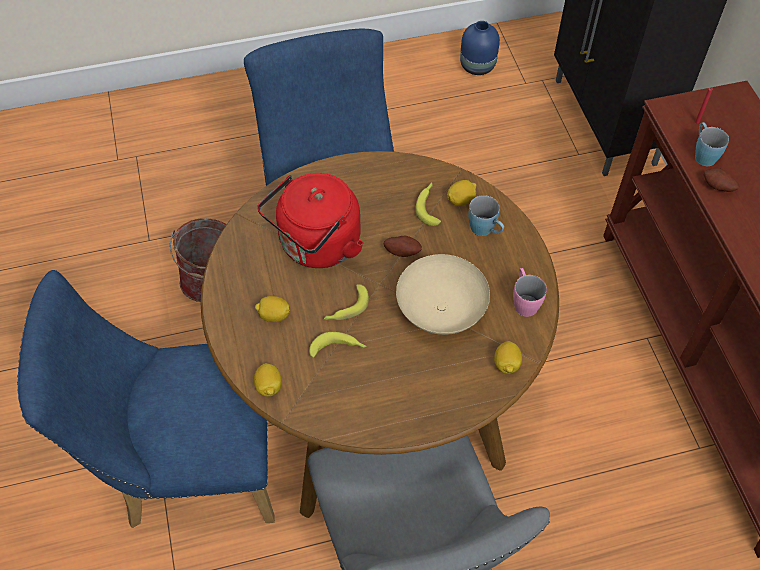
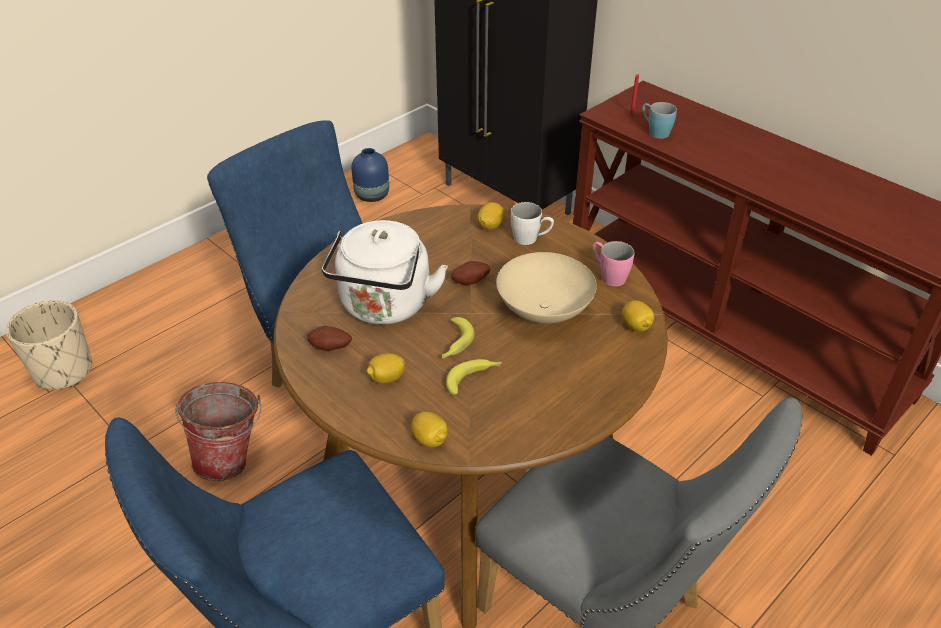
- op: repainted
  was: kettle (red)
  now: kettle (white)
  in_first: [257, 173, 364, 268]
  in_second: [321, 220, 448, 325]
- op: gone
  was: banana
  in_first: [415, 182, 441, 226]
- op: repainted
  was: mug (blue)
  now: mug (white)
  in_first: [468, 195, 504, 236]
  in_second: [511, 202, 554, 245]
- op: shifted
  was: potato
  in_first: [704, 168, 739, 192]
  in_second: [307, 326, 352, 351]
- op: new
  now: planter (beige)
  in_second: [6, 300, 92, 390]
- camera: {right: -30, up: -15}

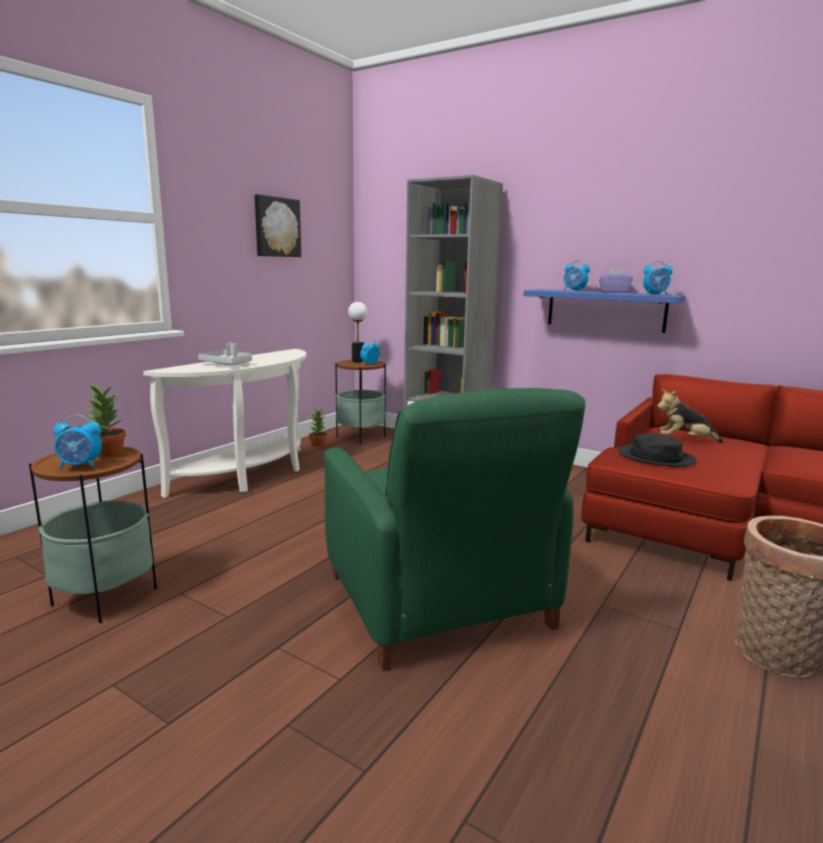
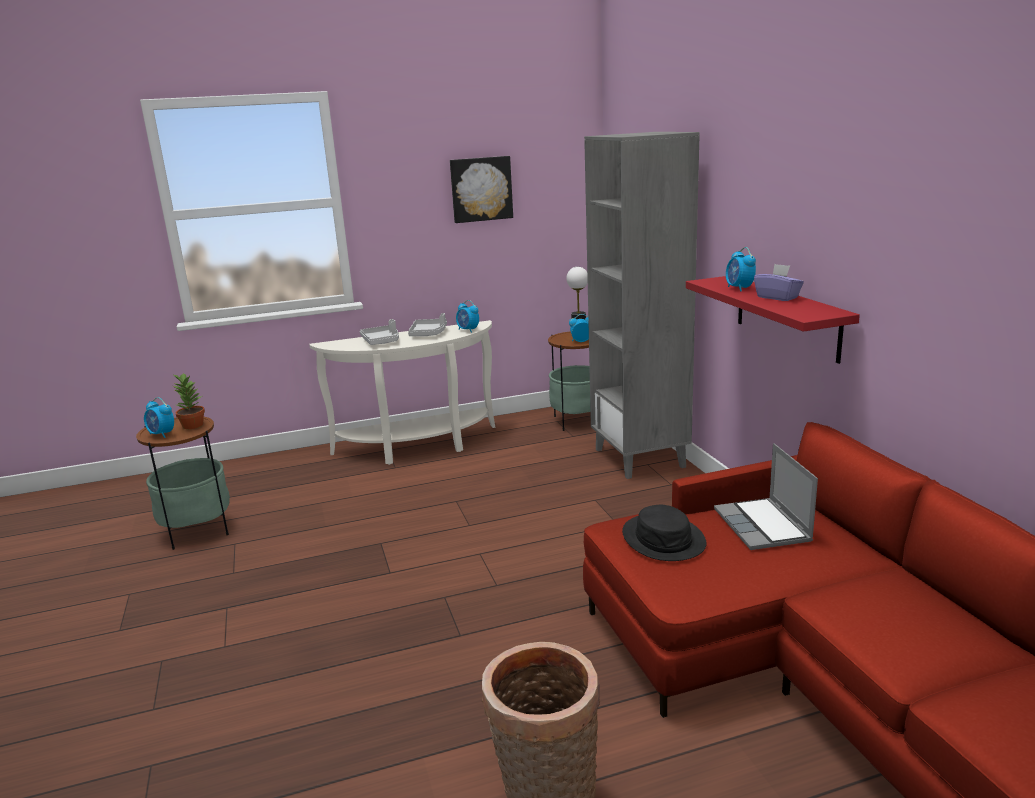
- op: gone
  was: potted plant
  in_first: [309, 407, 327, 447]
- op: gone
  was: armchair (green)
  in_first: [324, 388, 586, 671]
- op: repainted
  was: shelf (blue)
  now: shelf (red)
  in_first: [523, 289, 686, 333]
  in_second: [686, 276, 860, 364]
- op: shifted
  was: alarm clock
  in_first: [643, 261, 673, 295]
  in_second: [456, 300, 479, 333]
- op: swapped
  was: plush toy
  now: laptop
  in_first: [657, 389, 724, 443]
  in_second: [714, 443, 818, 550]
- op: new
  now: tray (grey)
  in_second: [408, 313, 447, 336]
- camera: {right: 40, up: 5}

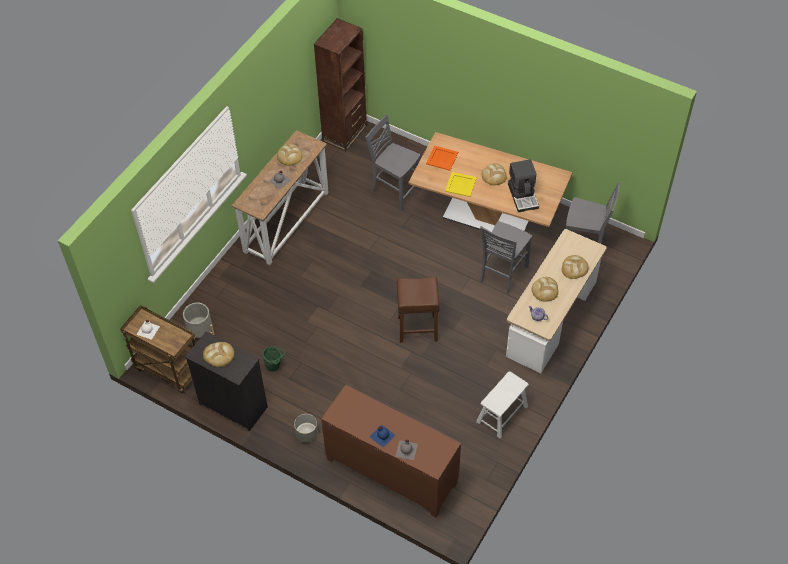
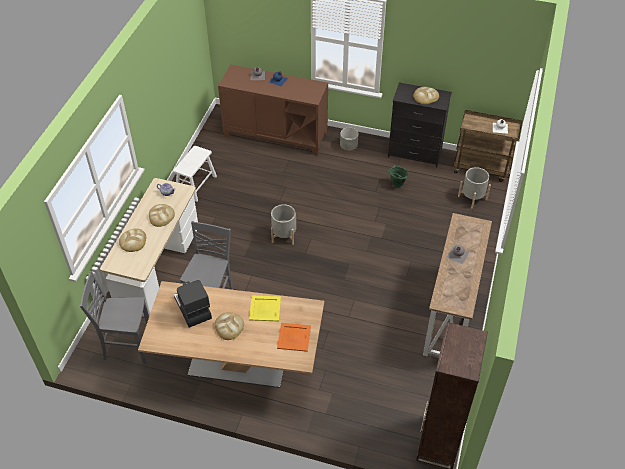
- op: gone
  was: bread
  in_first: [277, 143, 302, 165]
- op: gone
  was: chair (grey)
  in_first: [365, 114, 420, 210]
- op: swapped
  was: stool (brown)
  now: planter (grey)
  in_first: [397, 277, 439, 343]
  in_second: [271, 204, 296, 245]
- camera: {right: 165, up: -5}

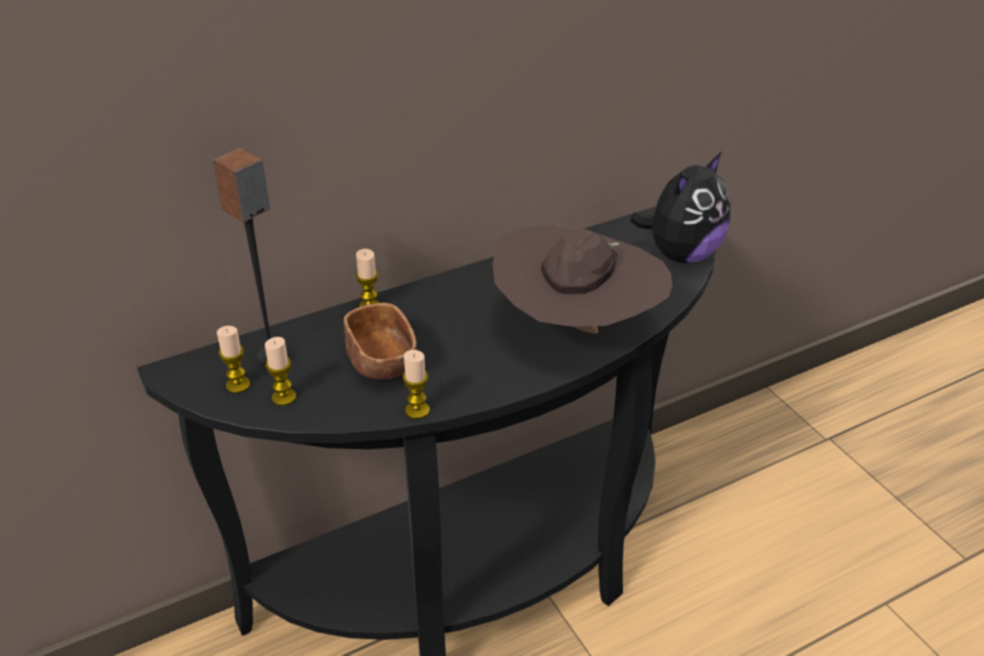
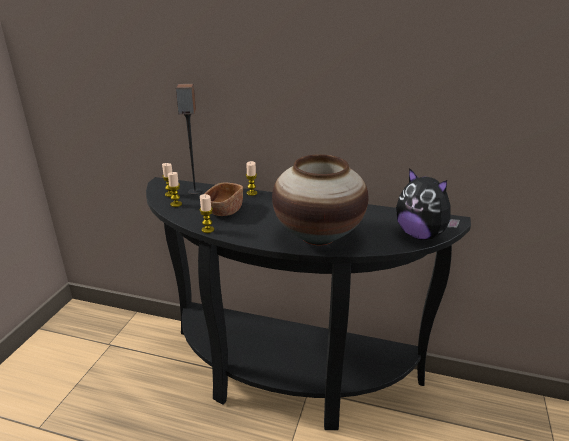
- op: swapped
  was: hat (brown)
  now: vase
  in_first: [493, 225, 672, 334]
  in_second: [272, 154, 368, 245]
- op: rotated
  was: plush toy
  in_first: [630, 152, 730, 263]
  in_second: [396, 168, 460, 240]
  clockwise: 45
- camera: {right: 45, up: -10}

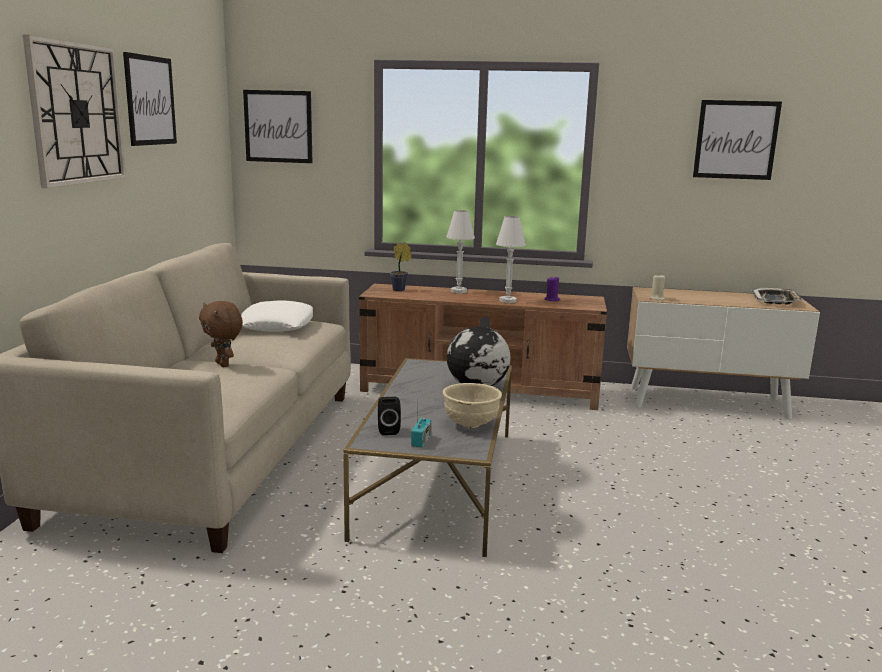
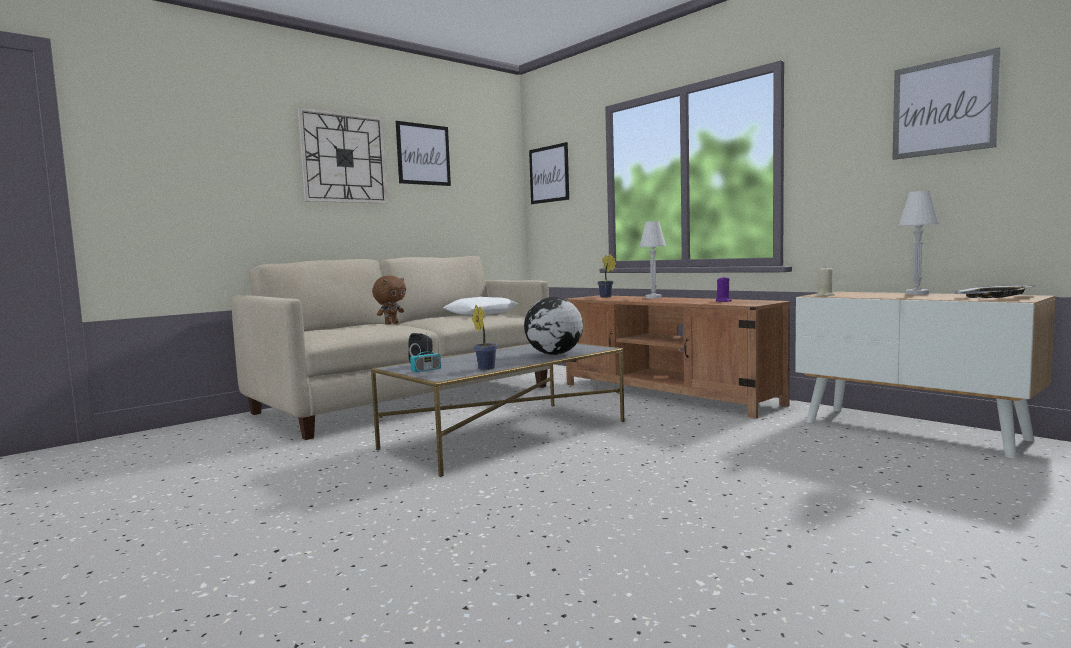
- op: rotated
  was: plush toy (brown)
  in_first: [199, 301, 243, 367]
  in_second: [372, 276, 406, 325]
  clockwise: -150
- op: swapped
  was: bowl (beige)
  now: potted plant
  in_first: [443, 383, 502, 428]
  in_second: [472, 305, 497, 370]
- op: shifted
  was: table lamp (white)
  in_first: [496, 216, 526, 303]
  in_second: [898, 191, 940, 295]
- camera: {right: 40, up: -10}

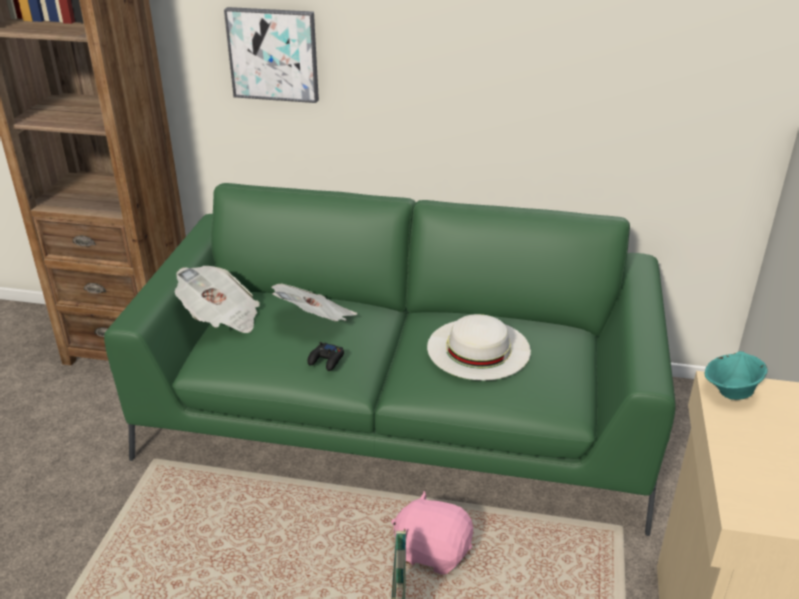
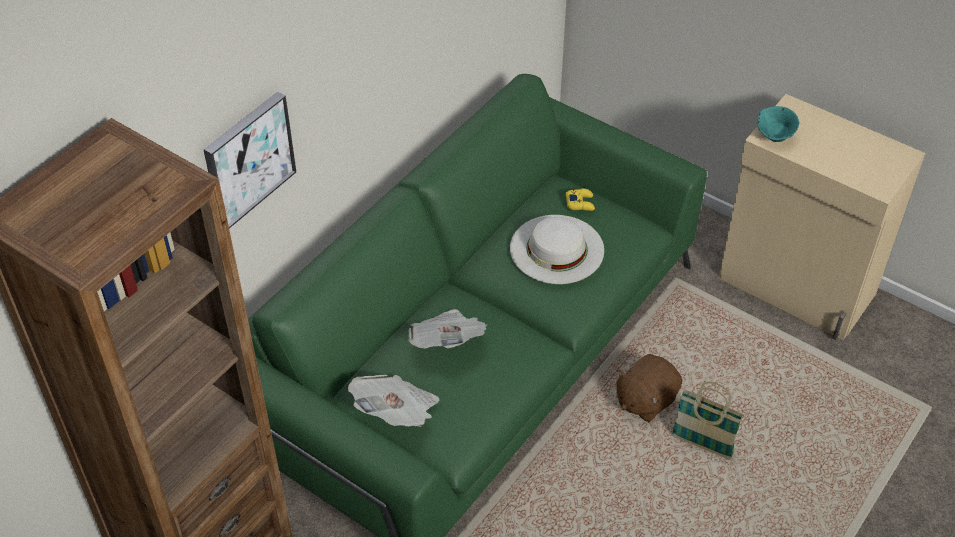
- op: gone
  was: game controller (black)
  in_first: [307, 342, 344, 371]
- op: repainted
  was: plush toy (pink)
  now: plush toy (brown)
  in_first: [391, 491, 473, 575]
  in_second: [616, 354, 682, 422]
- op: new
  now: game controller (yellow)
  in_second: [566, 189, 595, 211]
- camera: {right: -65, up: 15}

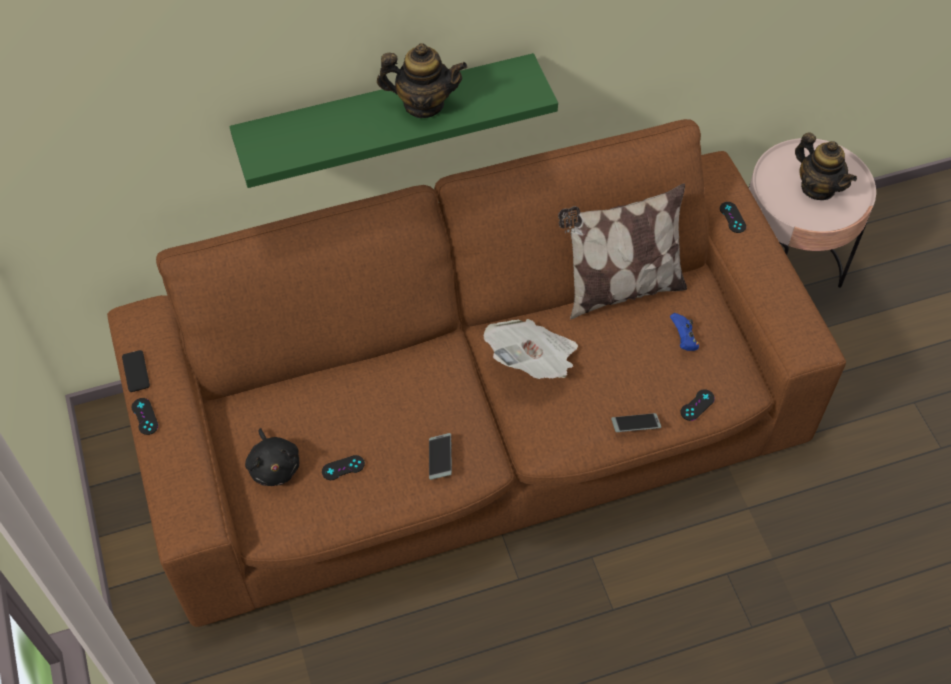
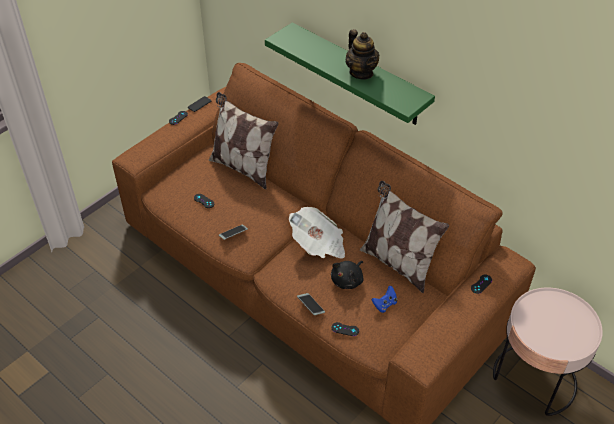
- op: shifted
  was: plush toy (black)
  in_first: [245, 428, 299, 486]
  in_second: [331, 261, 364, 289]
- op: gone
  was: teapot
  in_first: [795, 132, 857, 200]
- op: new
  now: pillow
  in_second: [209, 92, 278, 190]
- camera: {right: 60, up: -10}

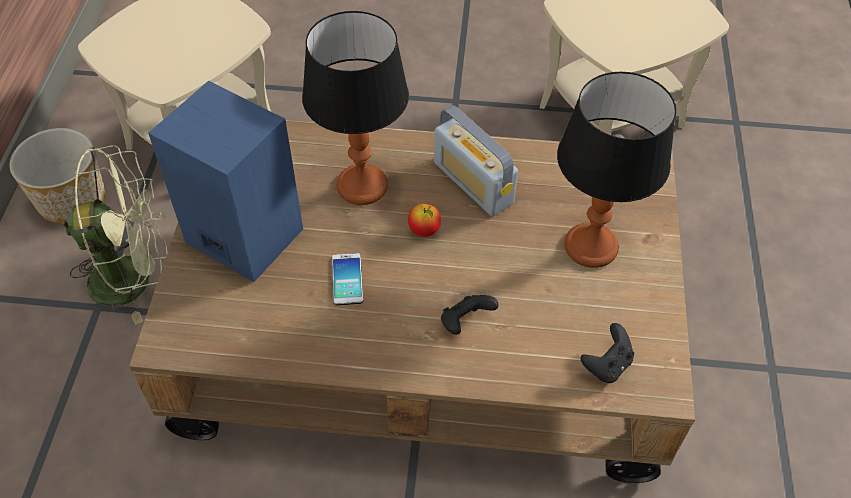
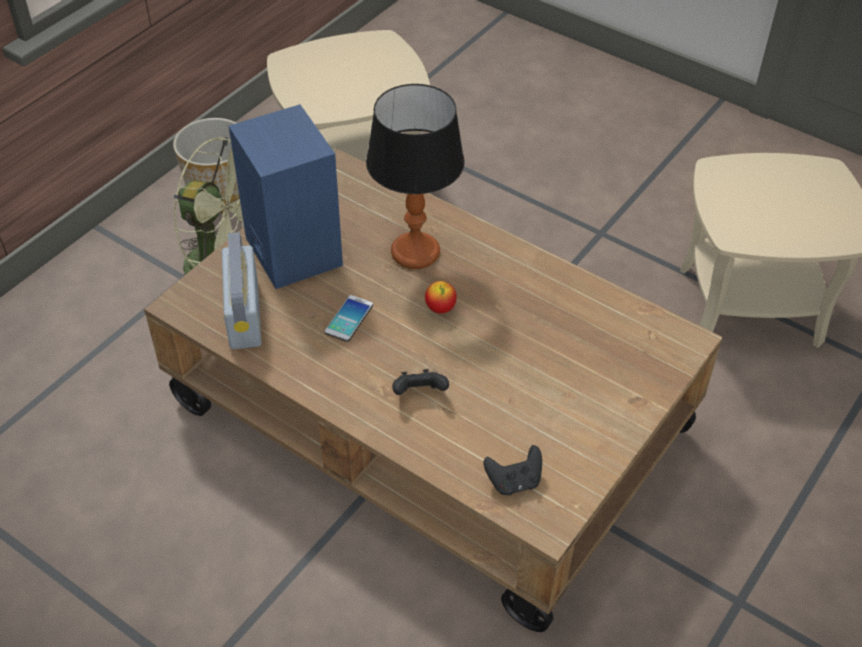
- op: shifted
  was: radio
  in_first: [434, 105, 518, 216]
  in_second: [222, 232, 262, 349]
- op: gone
  was: table lamp
  in_first: [557, 72, 676, 268]
- camera: {right: 30, up: -5}

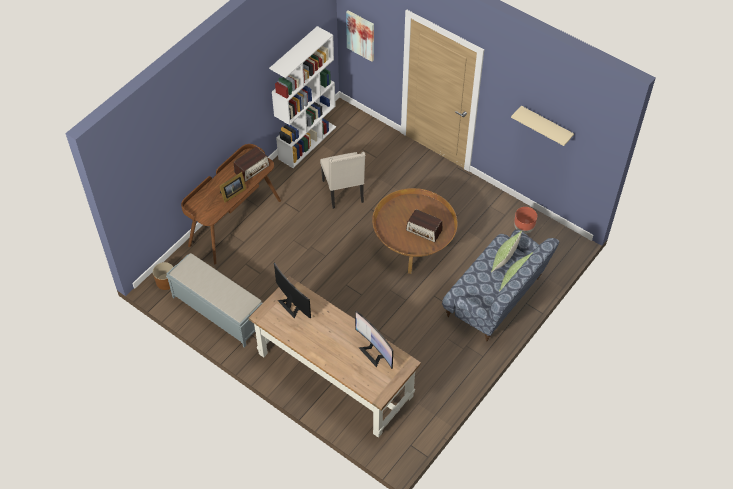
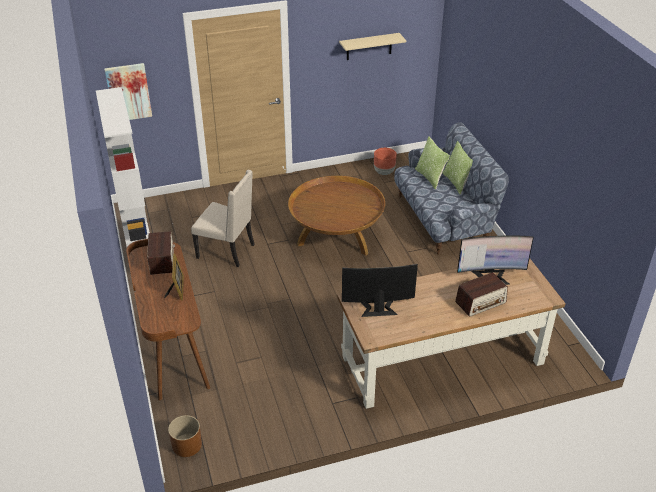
- op: gone
  was: bench (grey)
  in_first: [166, 253, 263, 347]
- op: shifted
  was: radio
  in_first: [406, 209, 443, 242]
  in_second: [455, 272, 508, 317]
- camera: {right: -55, up: -15}

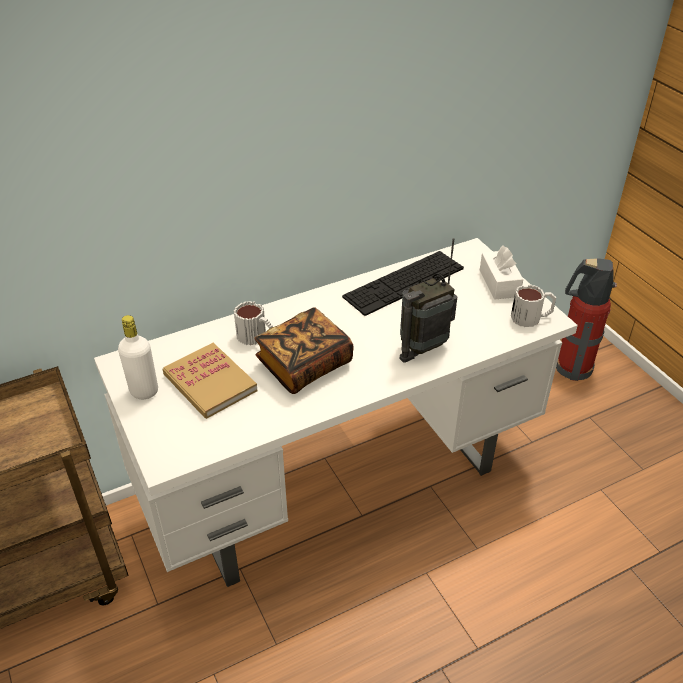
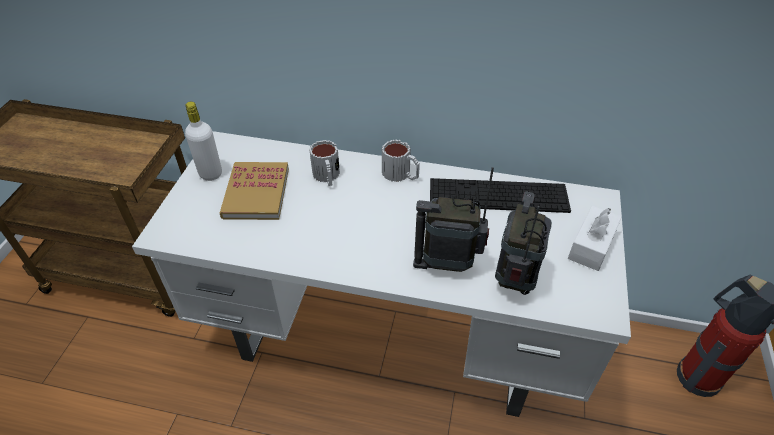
- op: gone
  was: book
  in_first: [254, 307, 354, 394]
- op: shifted
  was: mug
  in_first: [511, 285, 556, 327]
  in_second: [382, 140, 420, 182]
- op: new
  now: radio
  in_second: [495, 191, 552, 295]
- camera: {right: 40, up: 5}

